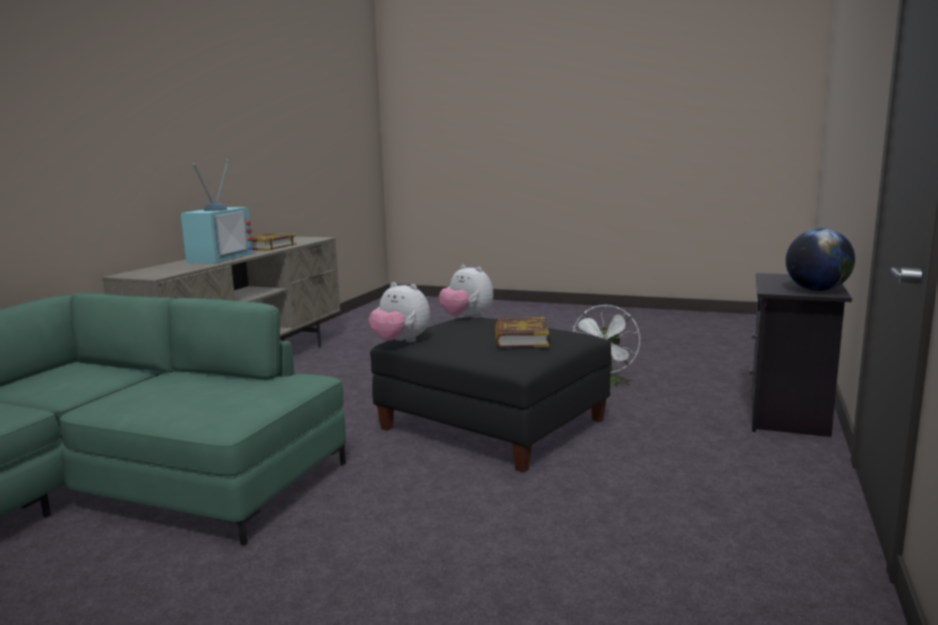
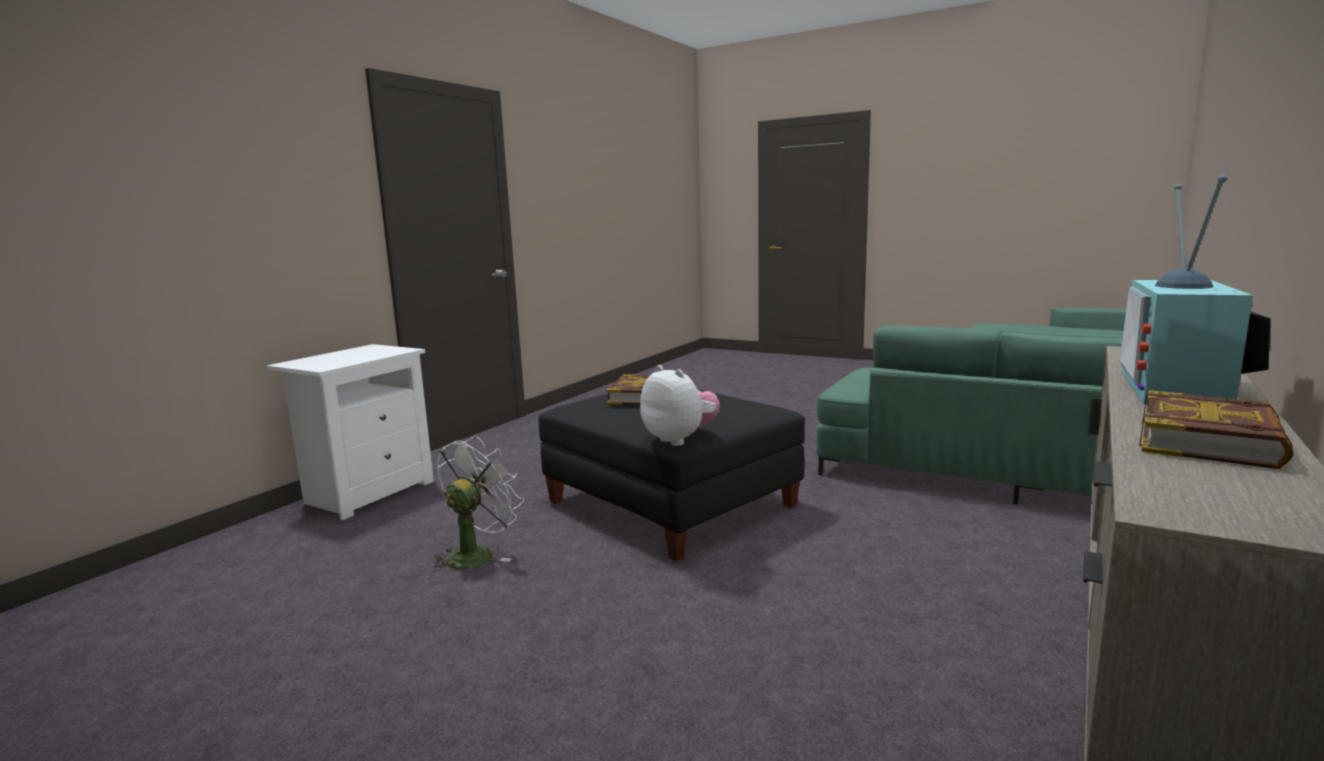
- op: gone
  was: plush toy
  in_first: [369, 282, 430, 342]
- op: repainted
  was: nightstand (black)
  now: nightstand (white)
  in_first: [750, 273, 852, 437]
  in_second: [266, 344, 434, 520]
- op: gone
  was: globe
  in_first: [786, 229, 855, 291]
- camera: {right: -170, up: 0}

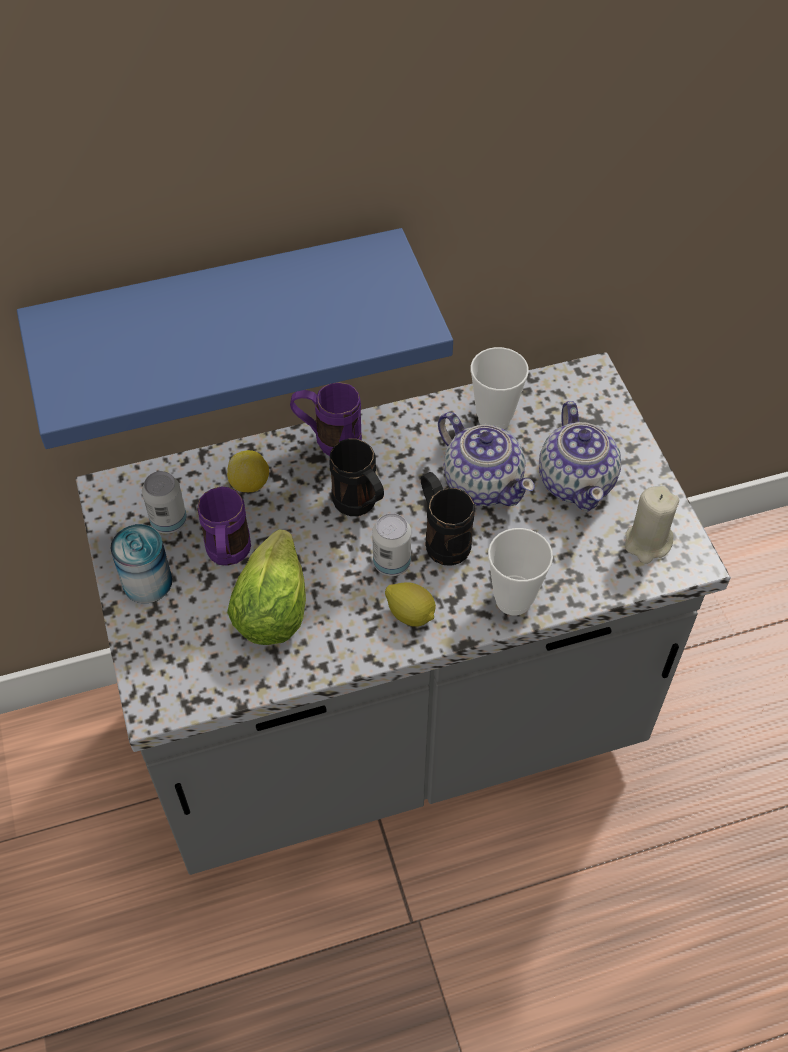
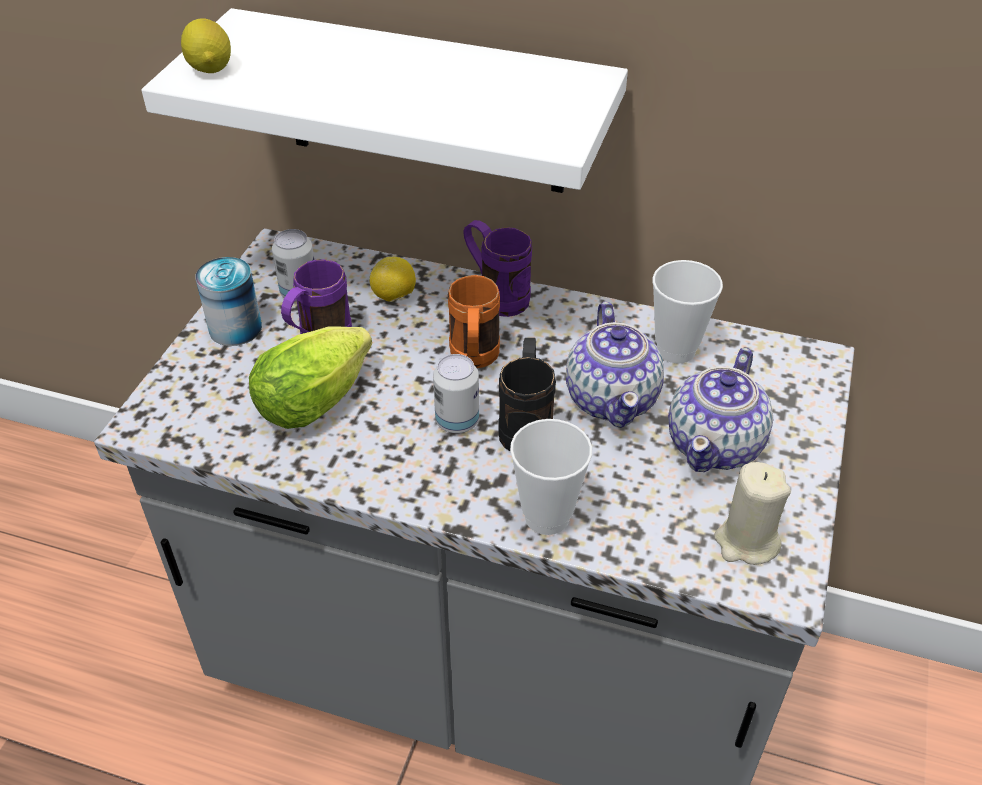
- op: repainted
  was: shelf (blue)
  now: shelf (white)
  in_first: [17, 228, 453, 449]
  in_second: [141, 8, 628, 193]
- op: repainted
  was: mug (black)
  now: mug (orange)
  in_first: [330, 439, 384, 516]
  in_second: [448, 275, 500, 368]
- op: shifted
  was: lemon
  in_first: [385, 582, 436, 627]
  in_second: [181, 18, 231, 73]
- camera: {right: 35, up: -10}

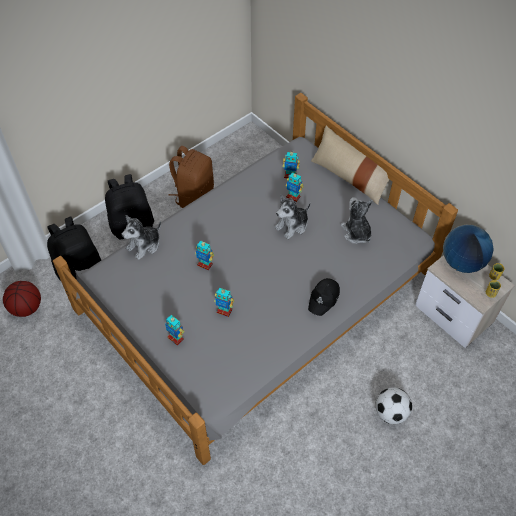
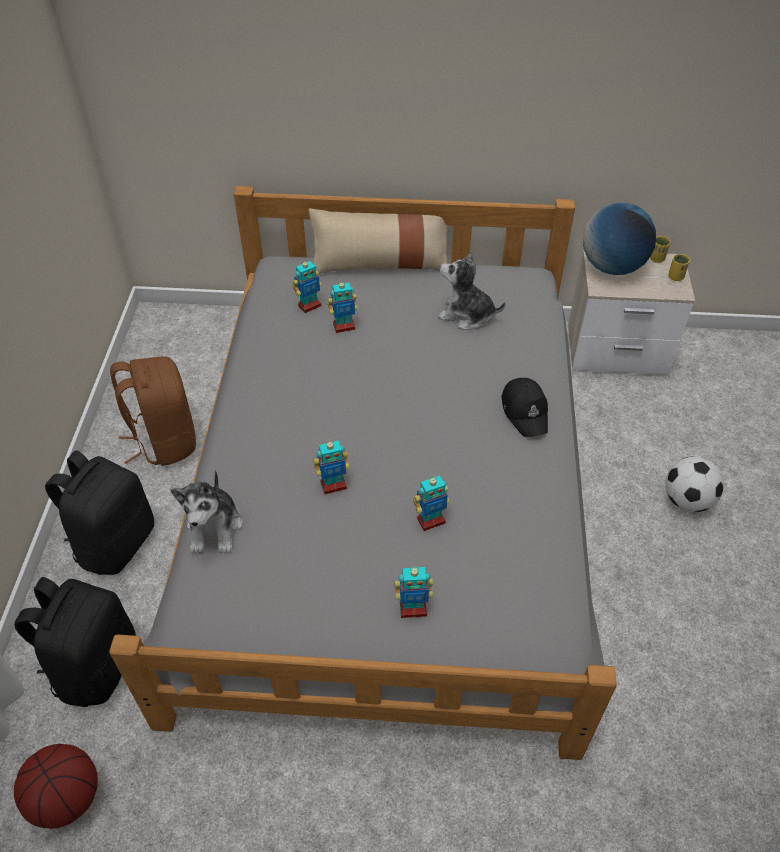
- op: gone
  was: plush toy
  in_first: [275, 195, 310, 239]
- camera: {right: -45, up: -5}

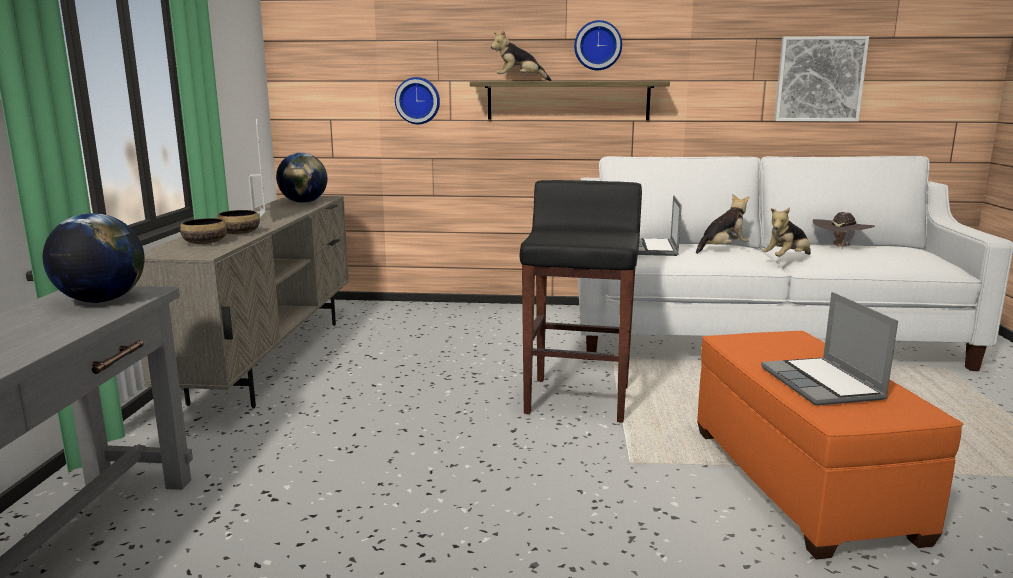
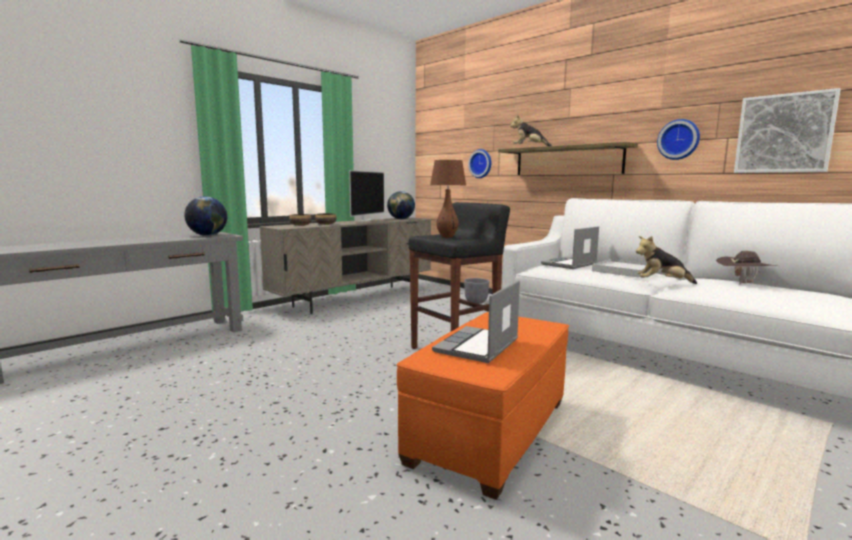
- op: shifted
  was: wall clock
  in_first: [574, 20, 622, 70]
  in_second: [657, 119, 700, 160]
- op: swapped
  was: plush toy
  now: tray (white)
  in_first: [696, 194, 749, 254]
  in_second: [592, 259, 651, 278]
- op: new
  now: table lamp (brown)
  in_second: [430, 160, 466, 238]
- op: new
  now: planter (grey)
  in_second: [464, 278, 489, 304]
- camera: {right: 40, up: -5}

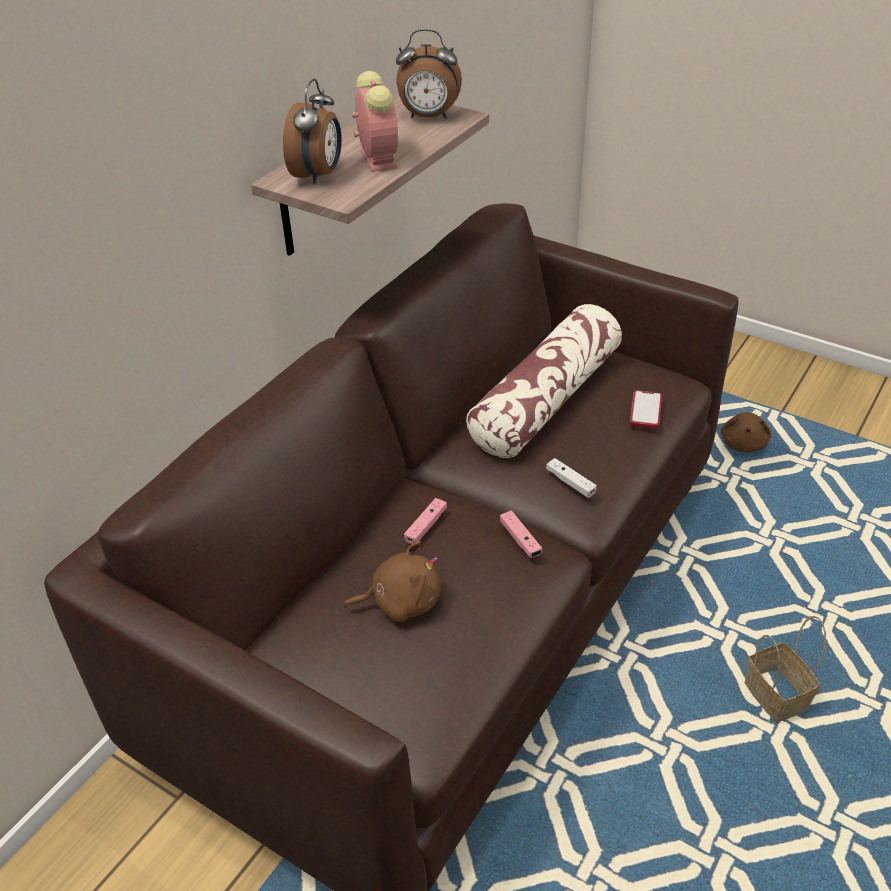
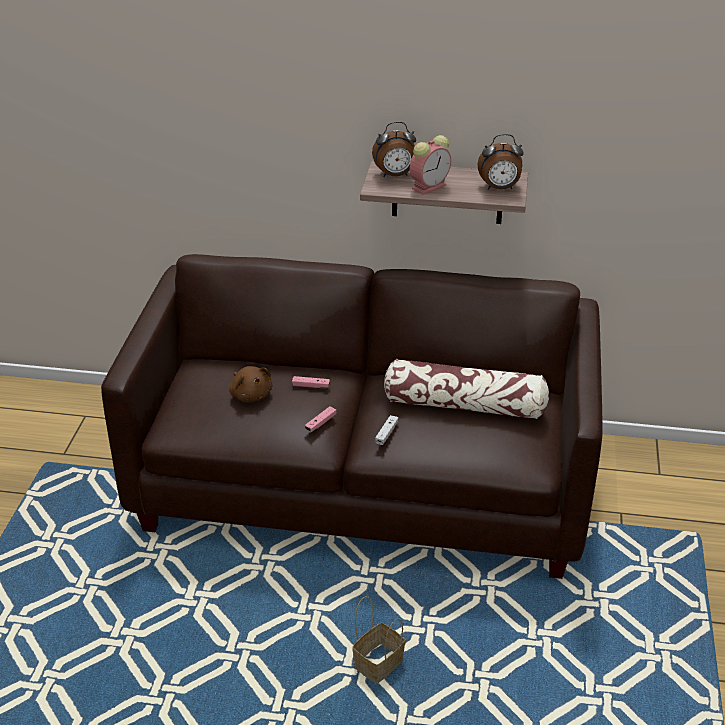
- op: rotated
  was: alarm clock
  in_first: [396, 29, 462, 119]
  in_second: [478, 134, 524, 190]
  clockwise: -75
- op: gone
  was: phone
  in_first: [630, 391, 662, 429]
- op: gone
  was: plush toy (brown)
  in_first: [721, 412, 771, 452]
- camera: {right: 65, up: -5}

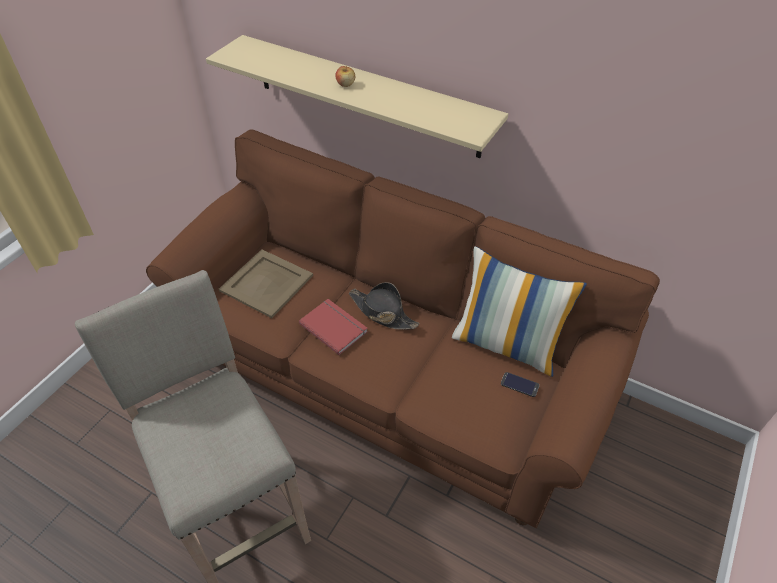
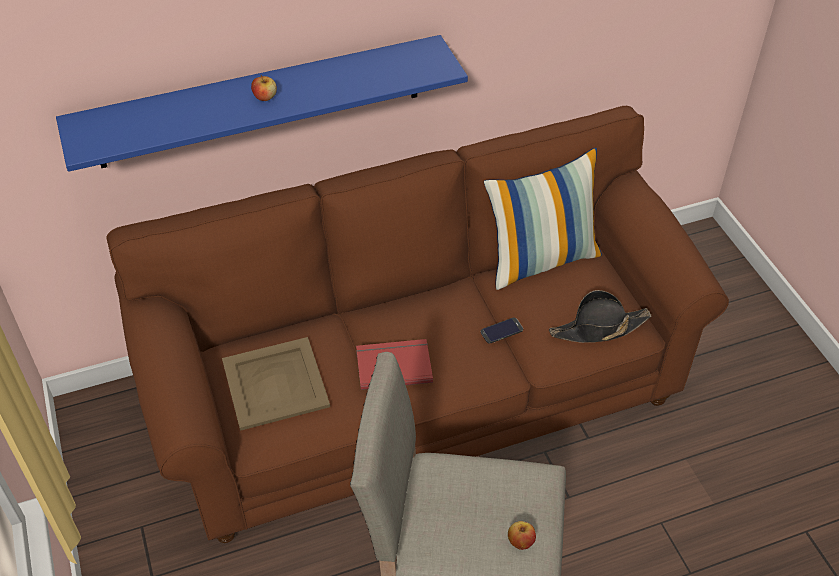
- op: repainted
  was: shelf (beige)
  now: shelf (blue)
  in_first: [206, 35, 508, 158]
  in_second: [56, 35, 468, 172]
- op: shifted
  was: hat (black)
  in_first: [349, 282, 419, 330]
  in_second: [549, 290, 651, 343]
- op: shifted
  was: phone
  in_first: [501, 372, 539, 397]
  in_second: [481, 318, 523, 343]
- op: new
  now: apple
  in_second: [508, 521, 536, 550]
- camera: {right: -50, up: 0}

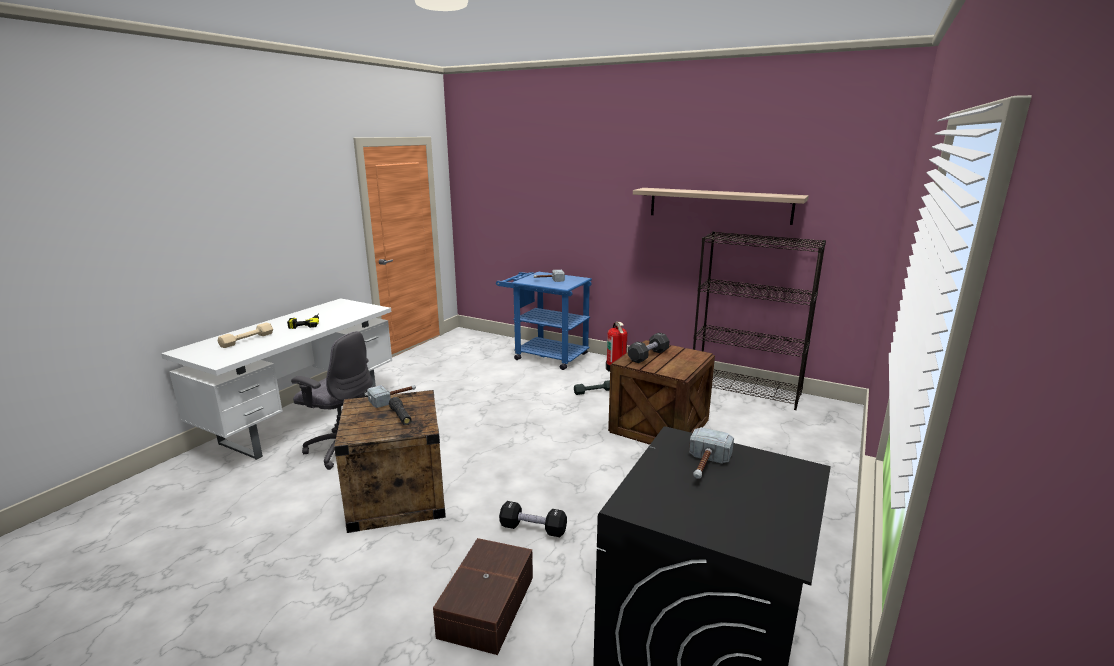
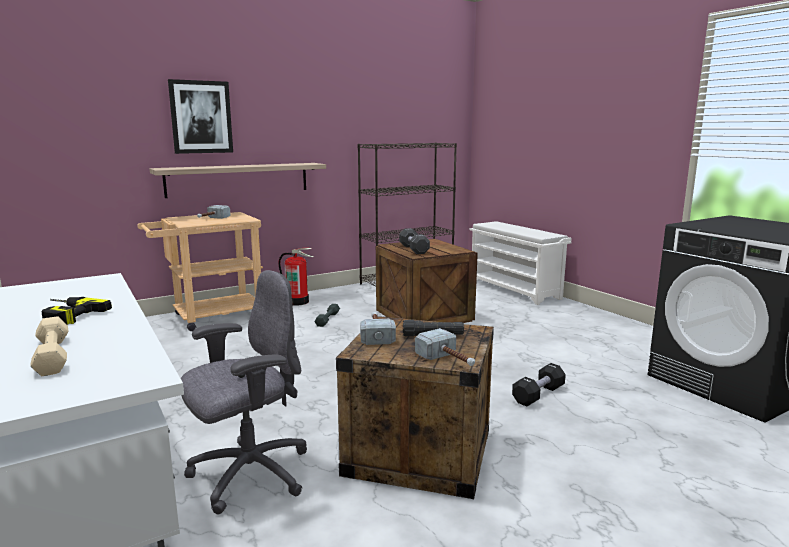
- op: gone
  was: storage box (brown)
  in_first: [433, 538, 533, 655]
- op: repainted
  was: cart (blue)
  now: cart (beige)
  in_first: [496, 272, 592, 370]
  in_second: [137, 212, 263, 331]
- op: shifted
  was: shelf
  in_first: [633, 188, 809, 225]
  in_second: [150, 163, 326, 198]
- op: shifted
  was: hammer
  in_first: [689, 427, 734, 479]
  in_second: [415, 328, 475, 366]
- op: new
  now: picture
  in_second: [168, 79, 233, 154]
- op: new
  now: shoe rack (white)
  in_second: [469, 221, 572, 305]
- camera: {right: -60, up: -5}

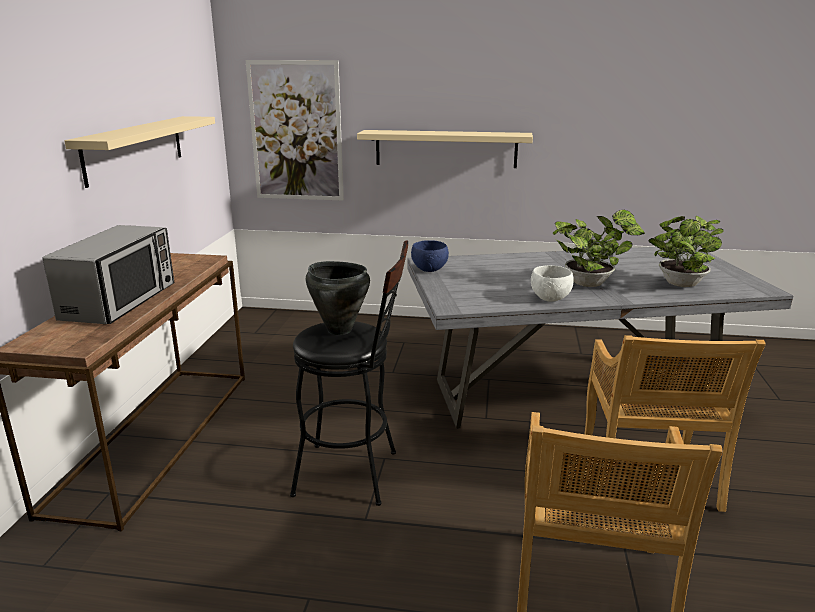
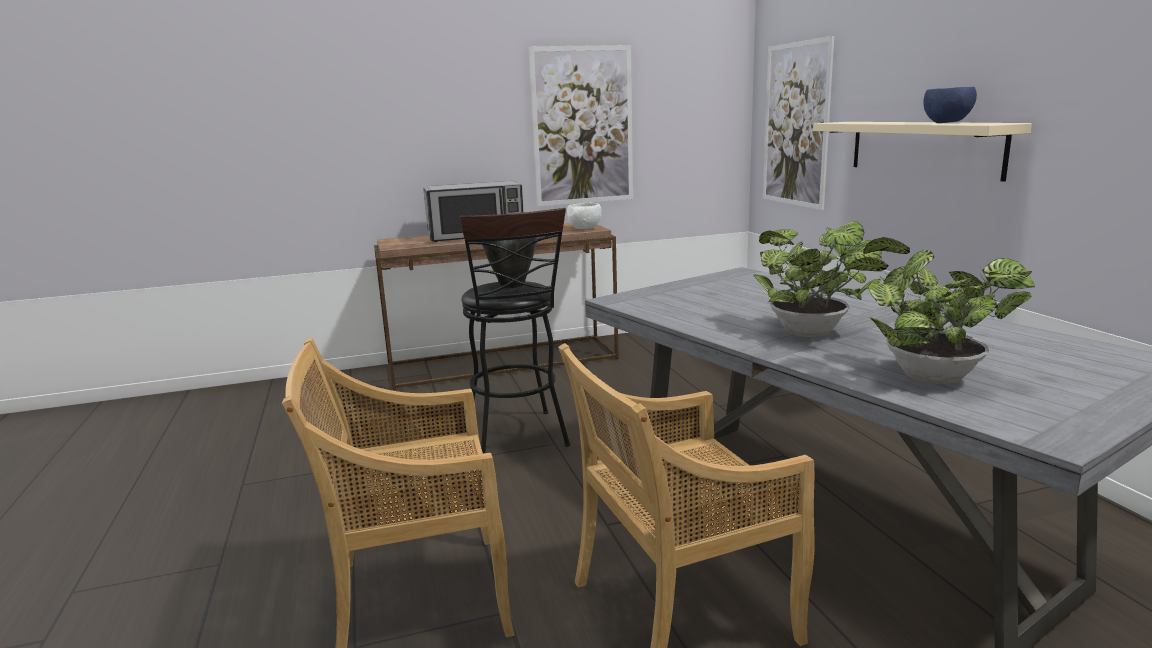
- op: swapped
  was: shelf (beige)
  now: picture
  in_first: [64, 116, 215, 188]
  in_second: [529, 45, 633, 206]
- op: shifted
  was: bowl (blue)
  in_first: [411, 240, 449, 272]
  in_second: [923, 87, 977, 123]
- op: shifted
  was: bowl (white)
  in_first: [531, 265, 574, 302]
  in_second: [567, 203, 602, 229]
- camera: {right: 65, up: -5}

